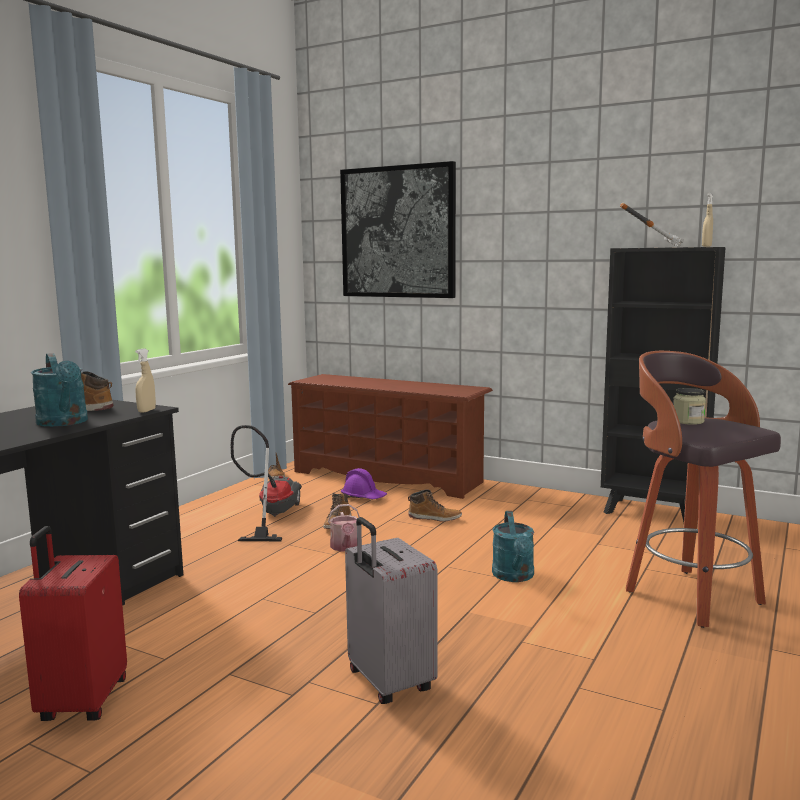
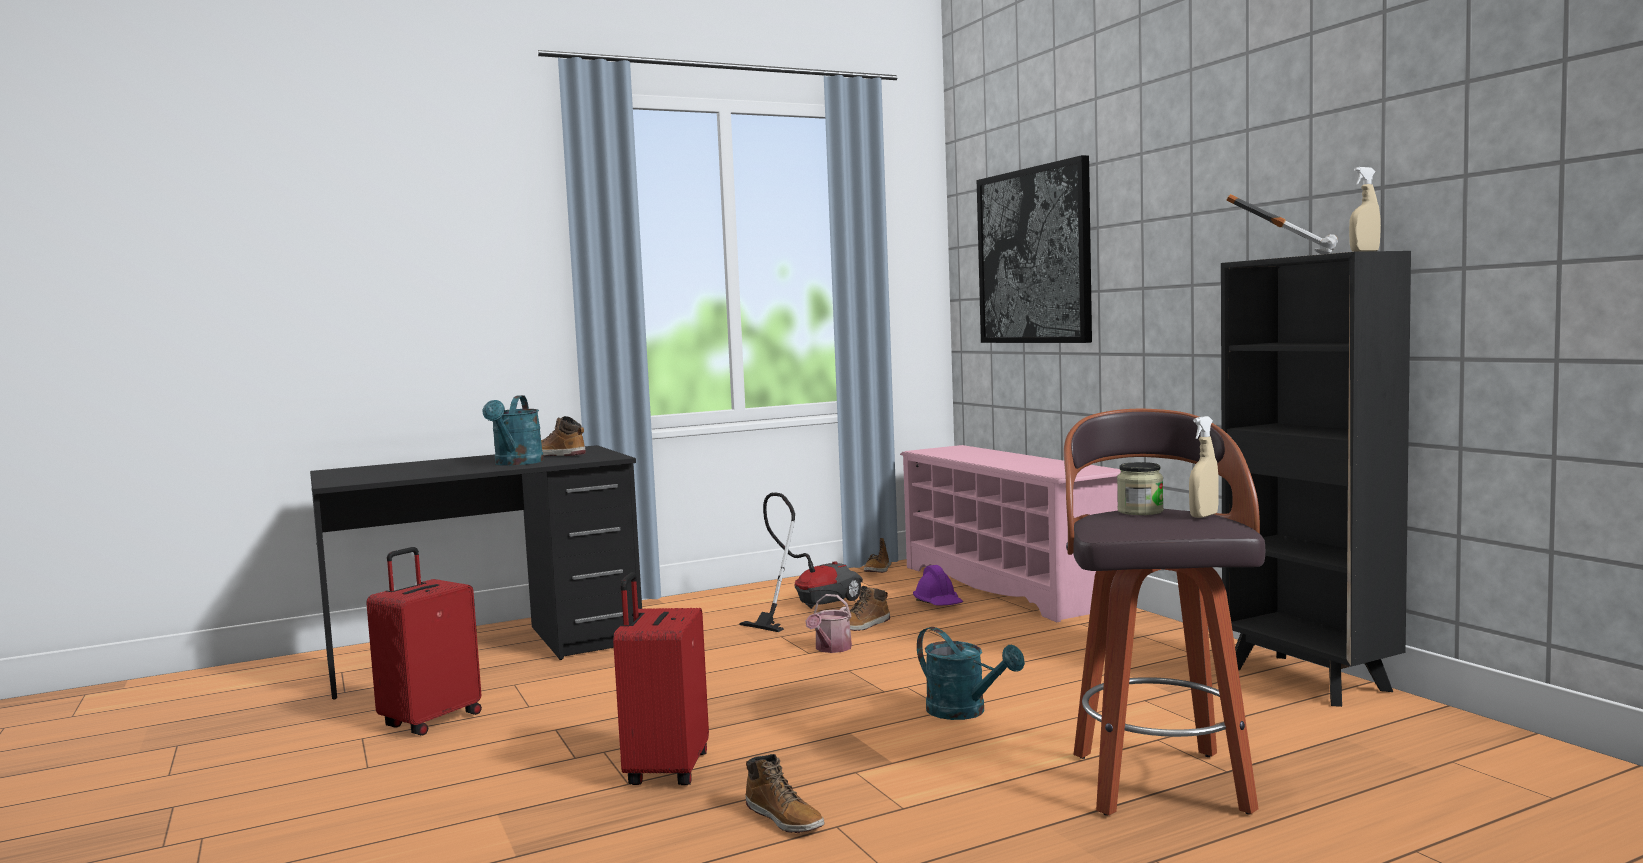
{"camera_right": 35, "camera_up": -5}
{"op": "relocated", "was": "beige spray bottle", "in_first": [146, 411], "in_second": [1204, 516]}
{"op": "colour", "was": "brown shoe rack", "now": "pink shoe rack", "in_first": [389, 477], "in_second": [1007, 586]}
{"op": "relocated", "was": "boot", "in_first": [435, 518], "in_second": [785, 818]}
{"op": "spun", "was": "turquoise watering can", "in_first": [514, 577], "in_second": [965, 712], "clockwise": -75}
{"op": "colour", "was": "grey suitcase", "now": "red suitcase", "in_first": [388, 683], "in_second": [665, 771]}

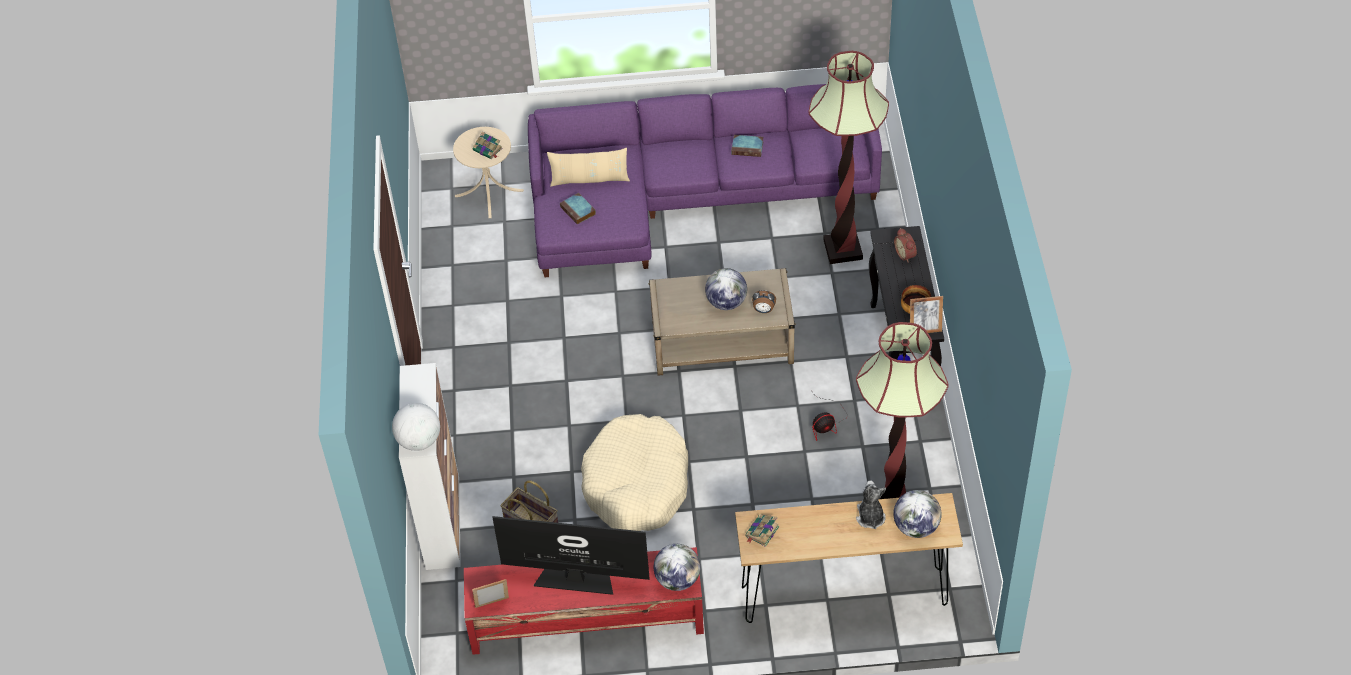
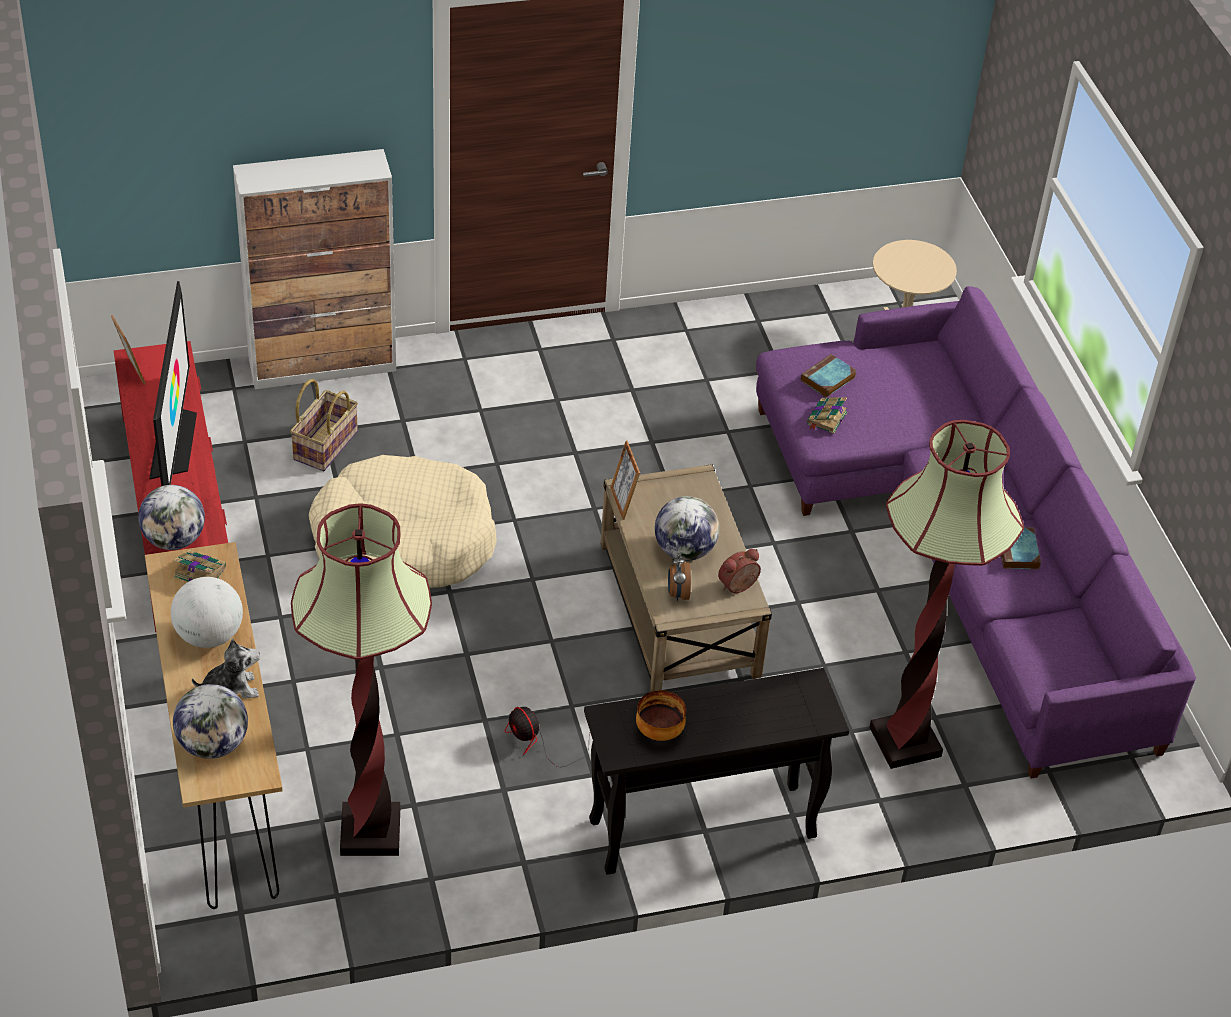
{"camera_right": 75, "camera_up": -5}
{"op": "relocated", "was": "book", "in_first": [488, 150], "in_second": [826, 419]}
{"op": "missing", "was": "beige pillow", "in_first": [589, 180]}
{"op": "relocated", "was": "alarm clock", "in_first": [906, 254], "in_second": [739, 587]}
{"op": "relocated", "was": "picture frame", "in_first": [924, 329], "in_second": [623, 502]}
{"op": "relocated", "was": "globe", "in_first": [419, 441], "in_second": [209, 635]}

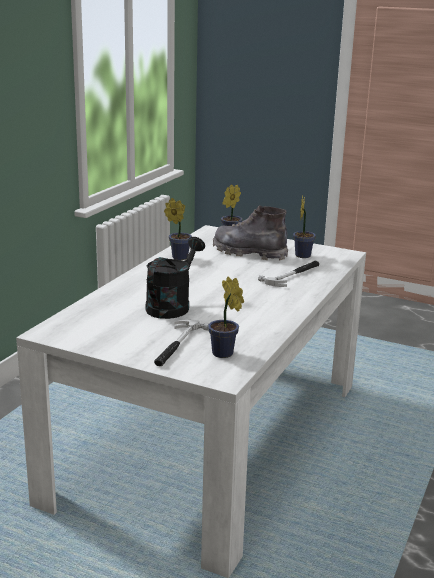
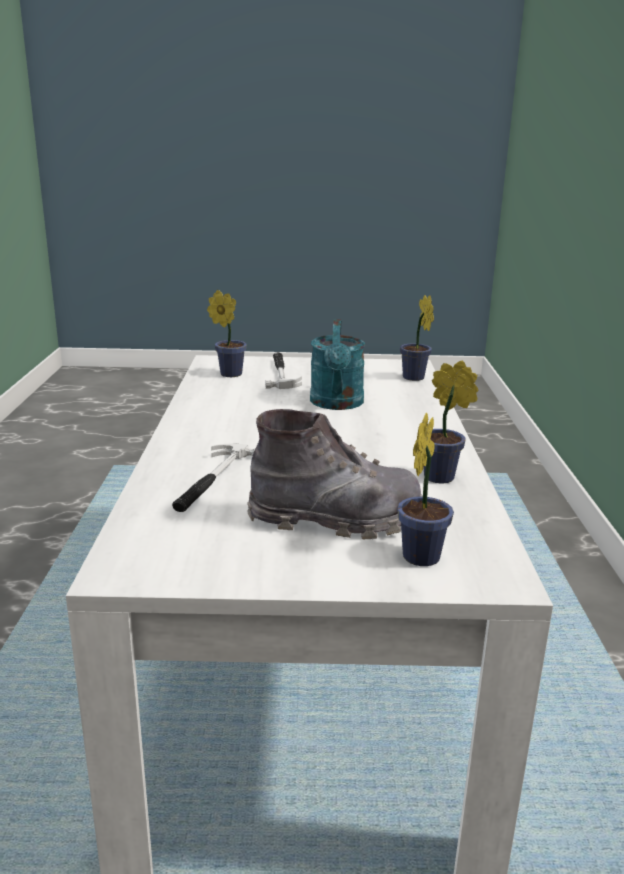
{"camera_right": 155, "camera_up": 0}
{"op": "relocated", "was": "potted plant", "in_first": [303, 255], "in_second": [414, 378]}
{"op": "colour", "was": "black watering can", "now": "turquoise watering can", "in_first": [172, 306], "in_second": [337, 404]}

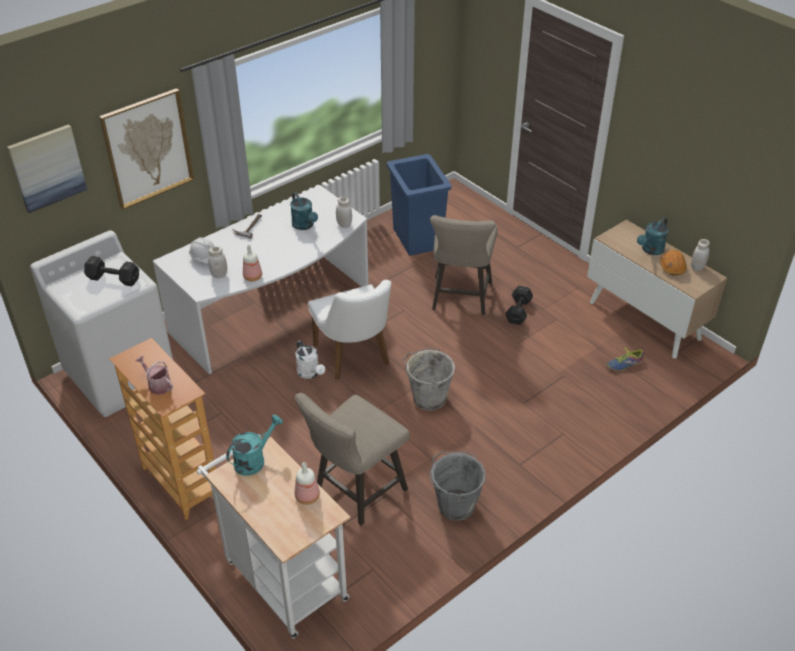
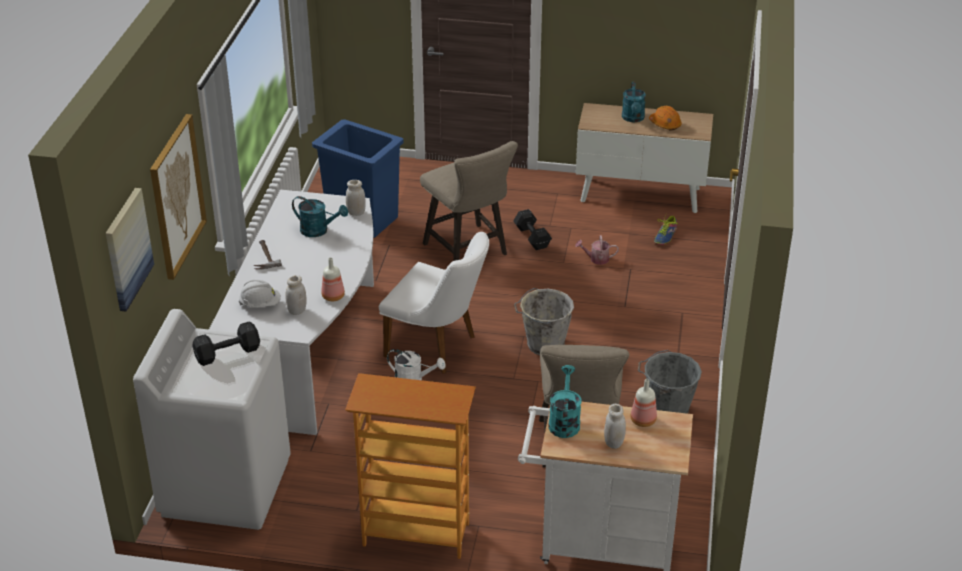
{"camera_right": -40, "camera_up": -5}
{"op": "relocated", "was": "white jar", "in_first": [697, 267], "in_second": [613, 443]}
{"op": "relocated", "was": "watering can", "in_first": [157, 385], "in_second": [596, 259]}

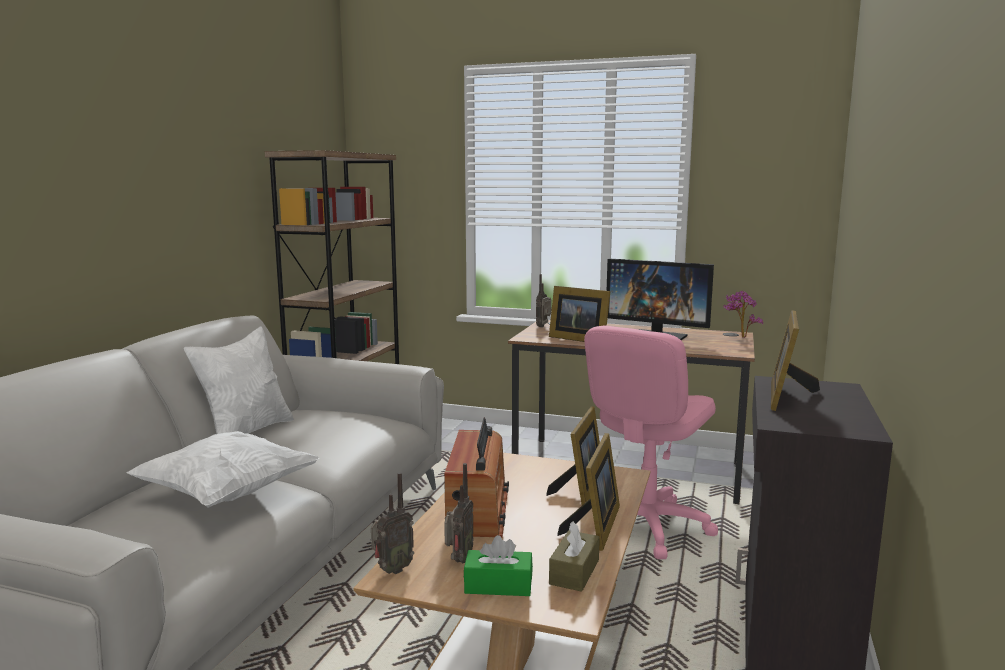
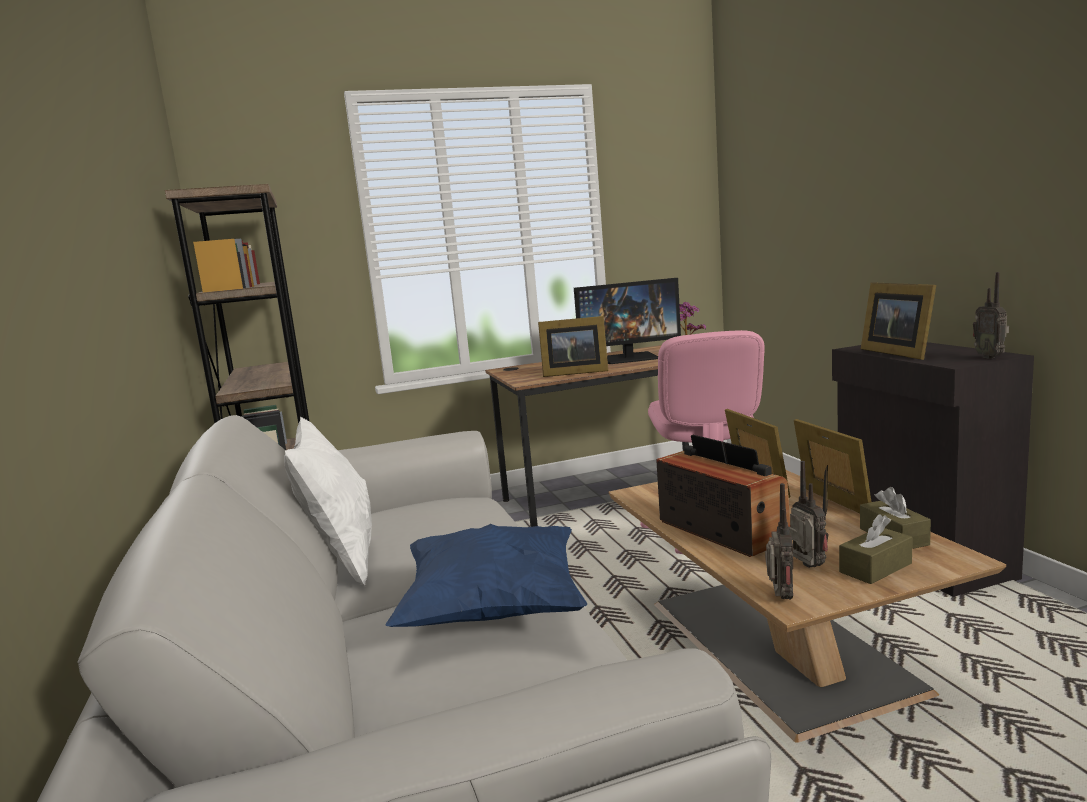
{"camera_right": -35, "camera_up": 0}
{"op": "relocated", "was": "radio", "in_first": [544, 326], "in_second": [990, 357]}
{"op": "colour", "was": "white pillow", "now": "blue pillow", "in_first": [227, 494], "in_second": [493, 610]}
{"op": "colour", "was": "green tissue box", "now": "brown tissue box", "in_first": [498, 585], "in_second": [875, 568]}

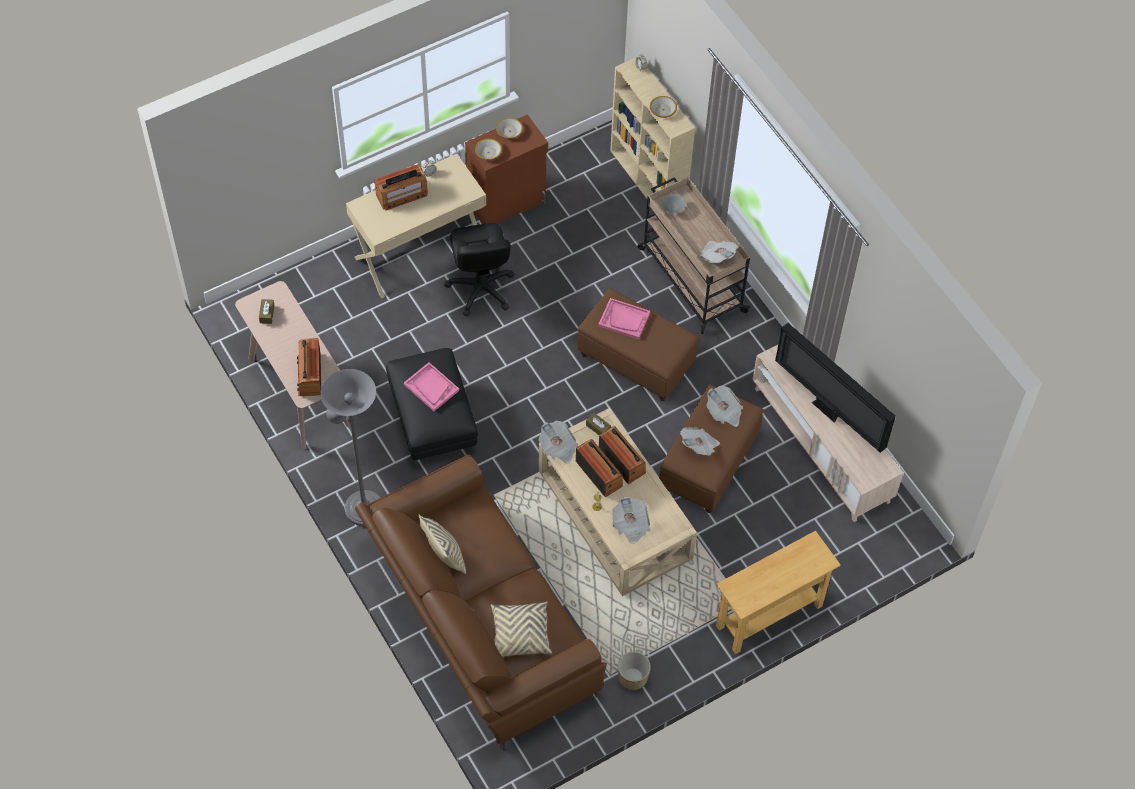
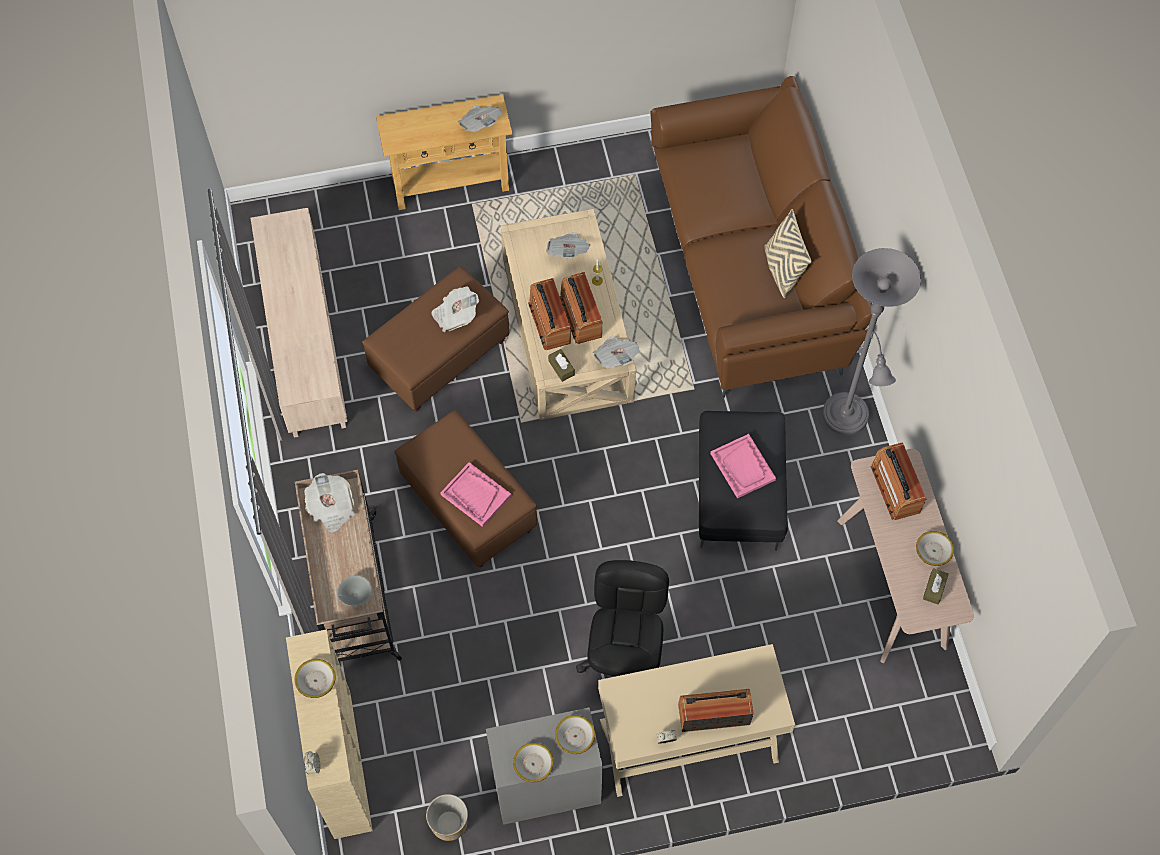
{"camera_right": -160, "camera_up": 5}
{"op": "colour", "was": "brown cabinet", "now": "grey cabinet", "in_first": [507, 202], "in_second": [545, 786]}
{"op": "missing", "was": "television", "in_first": [827, 411]}
{"op": "spun", "was": "radio", "in_first": [310, 374], "in_second": [895, 488], "clockwise": 150}
{"op": "relocated", "was": "newspaper", "in_first": [724, 412], "in_second": [480, 124]}
{"op": "missing", "was": "beige pillow", "in_first": [520, 634]}
{"op": "relocated", "was": "planter", "in_first": [632, 678], "in_second": [449, 822]}
{"op": "appeared", "now": "bowl", "in_second": [933, 551]}

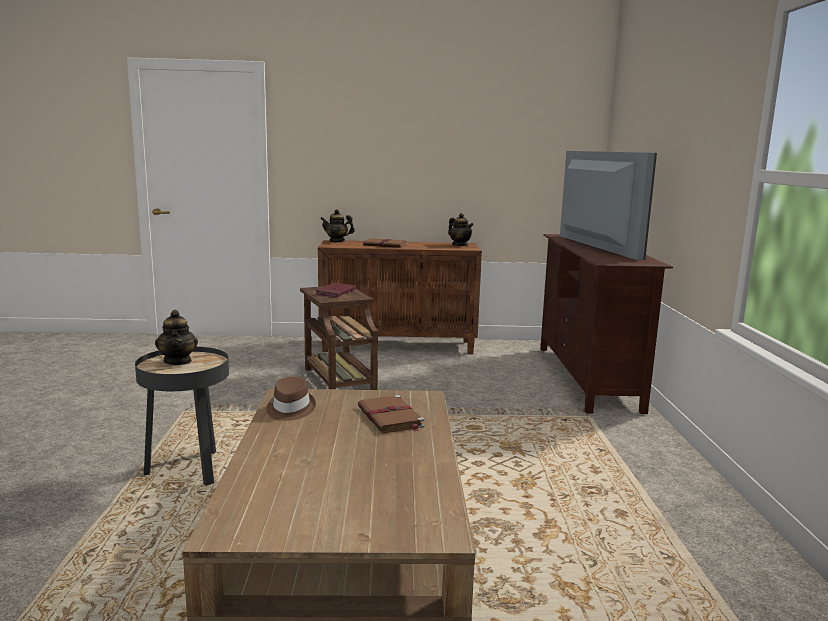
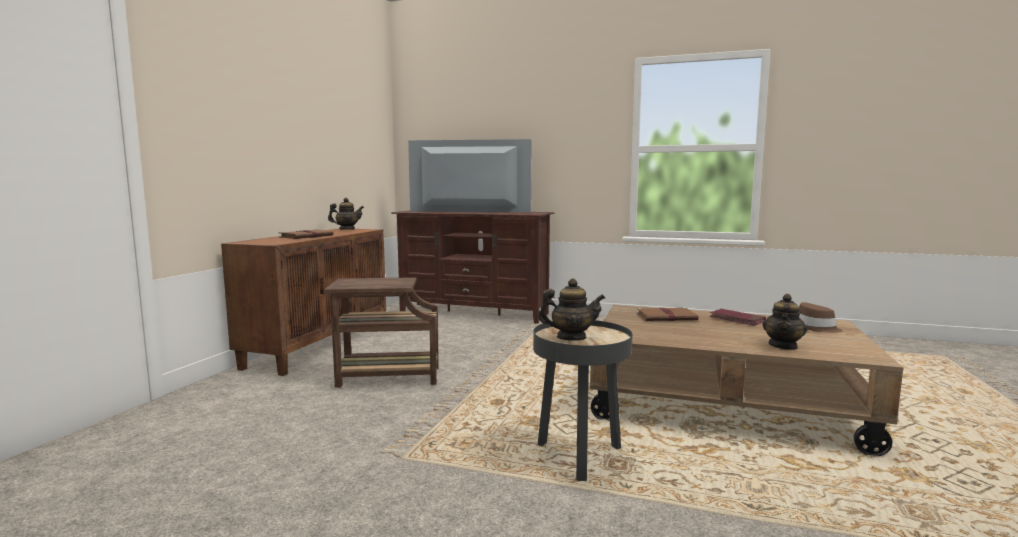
{"camera_right": -70, "camera_up": -5}
{"op": "relocated", "was": "teapot", "in_first": [337, 241], "in_second": [783, 346]}
{"op": "relocated", "was": "red book", "in_first": [335, 292], "in_second": [737, 319]}
{"op": "relocated", "was": "brown hat", "in_first": [290, 409], "in_second": [815, 327]}

